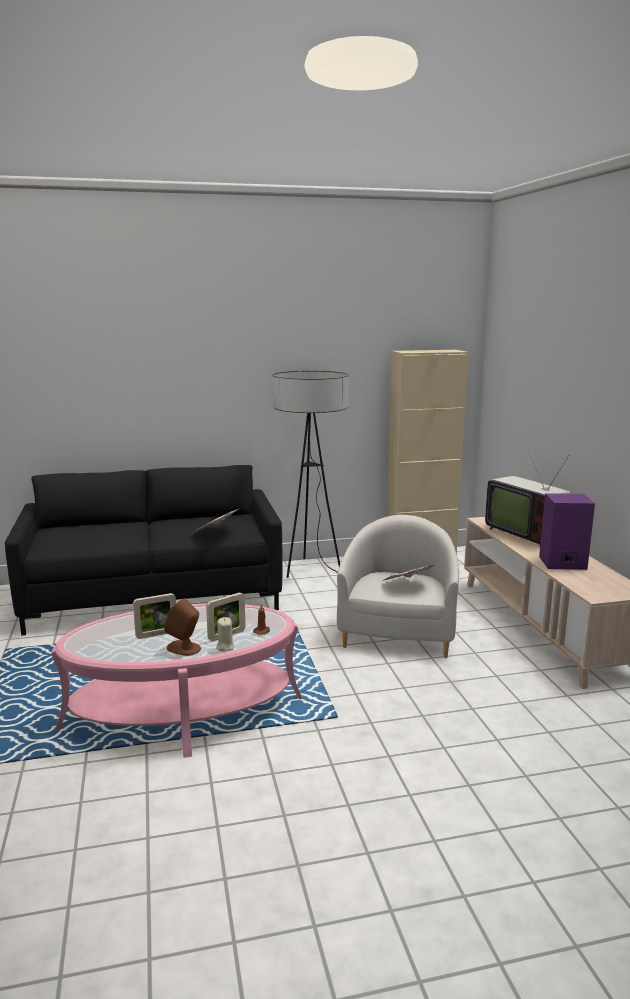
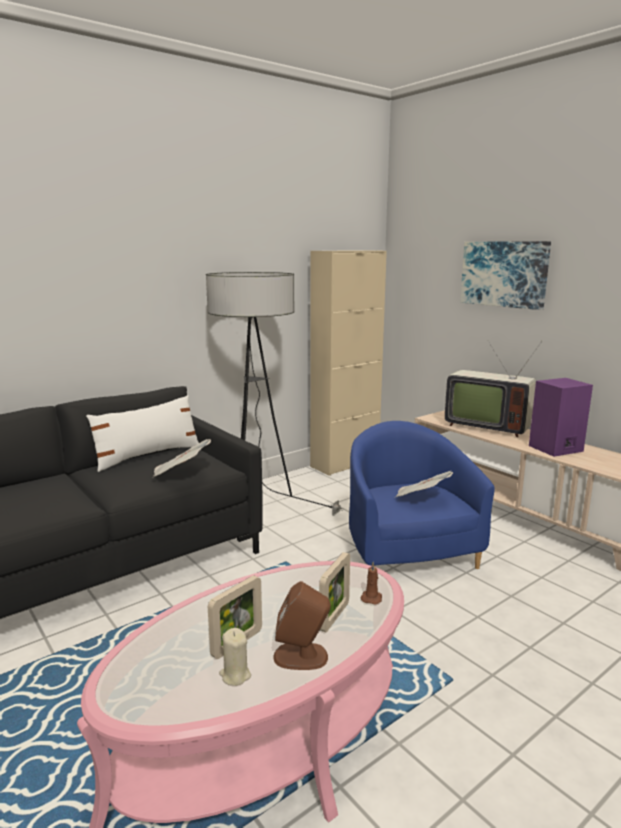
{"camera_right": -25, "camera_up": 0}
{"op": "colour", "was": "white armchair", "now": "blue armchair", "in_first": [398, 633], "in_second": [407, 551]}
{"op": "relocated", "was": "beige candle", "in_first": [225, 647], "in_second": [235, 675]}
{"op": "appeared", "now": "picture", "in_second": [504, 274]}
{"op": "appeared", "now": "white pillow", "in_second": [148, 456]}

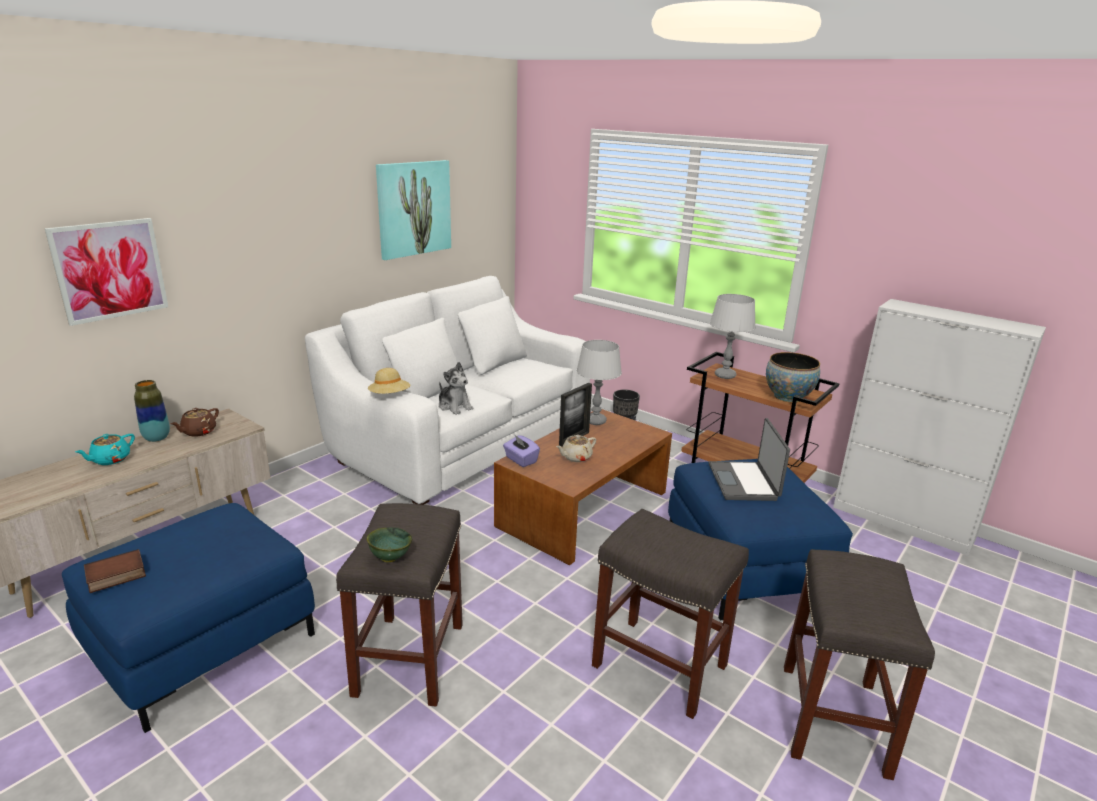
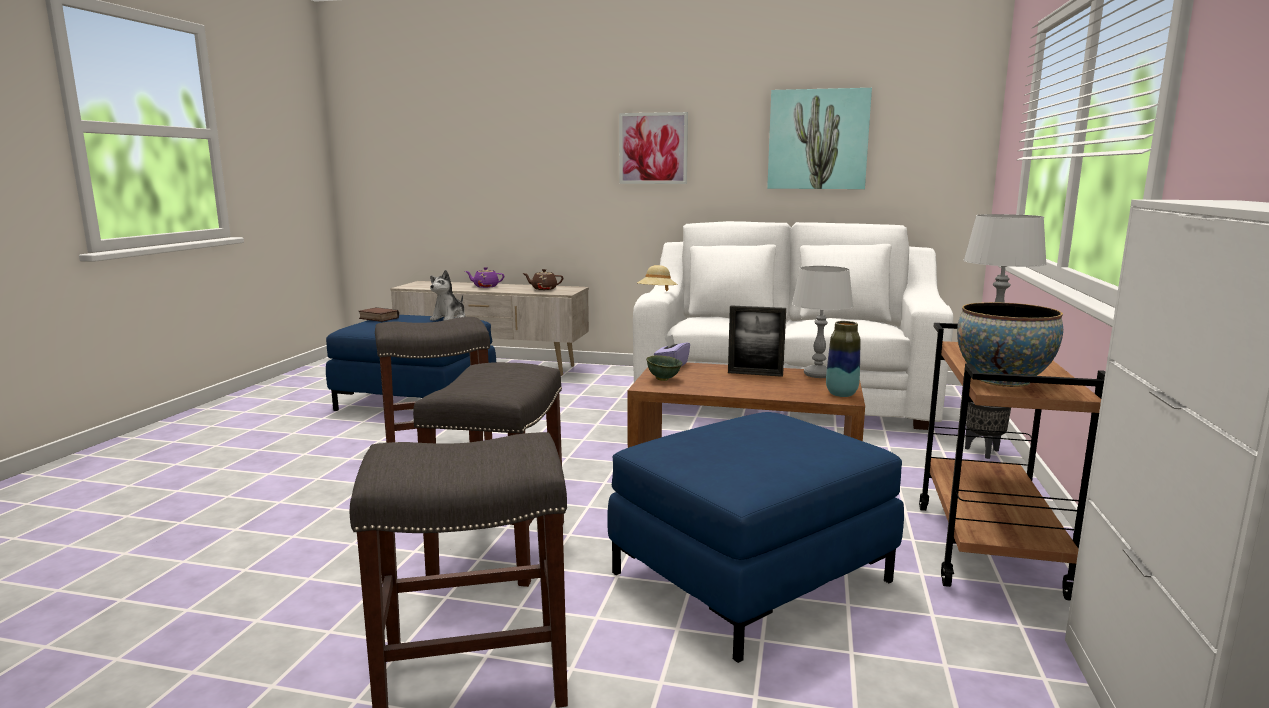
{"camera_right": 65, "camera_up": -10}
{"op": "relocated", "was": "picture", "in_first": [109, 270], "in_second": [653, 148]}
{"op": "relocated", "was": "plush toy", "in_first": [454, 406], "in_second": [449, 318]}
{"op": "relocated", "was": "vase", "in_first": [156, 438], "in_second": [841, 394]}
{"op": "missing", "was": "laptop", "in_first": [744, 482]}
{"op": "colour", "was": "turquoise teapot", "now": "purple teapot", "in_first": [110, 460], "in_second": [485, 286]}
{"op": "missing", "was": "beige teapot", "in_first": [576, 457]}
{"op": "relocated", "was": "green bowl", "in_first": [389, 557], "in_second": [663, 379]}

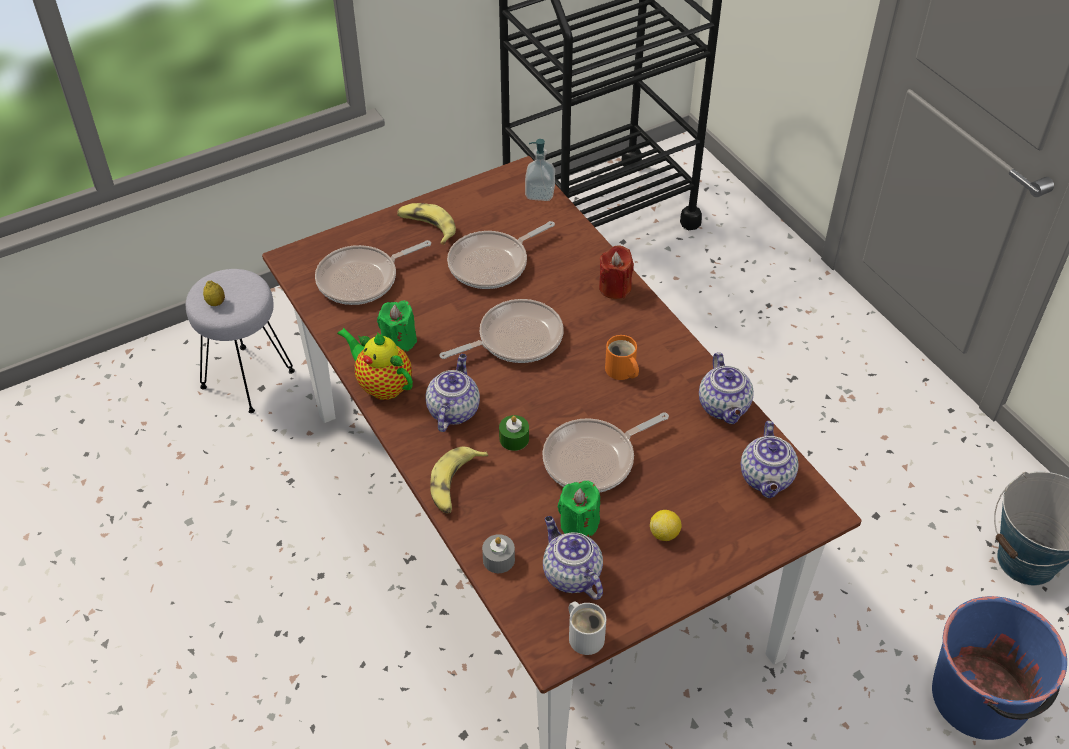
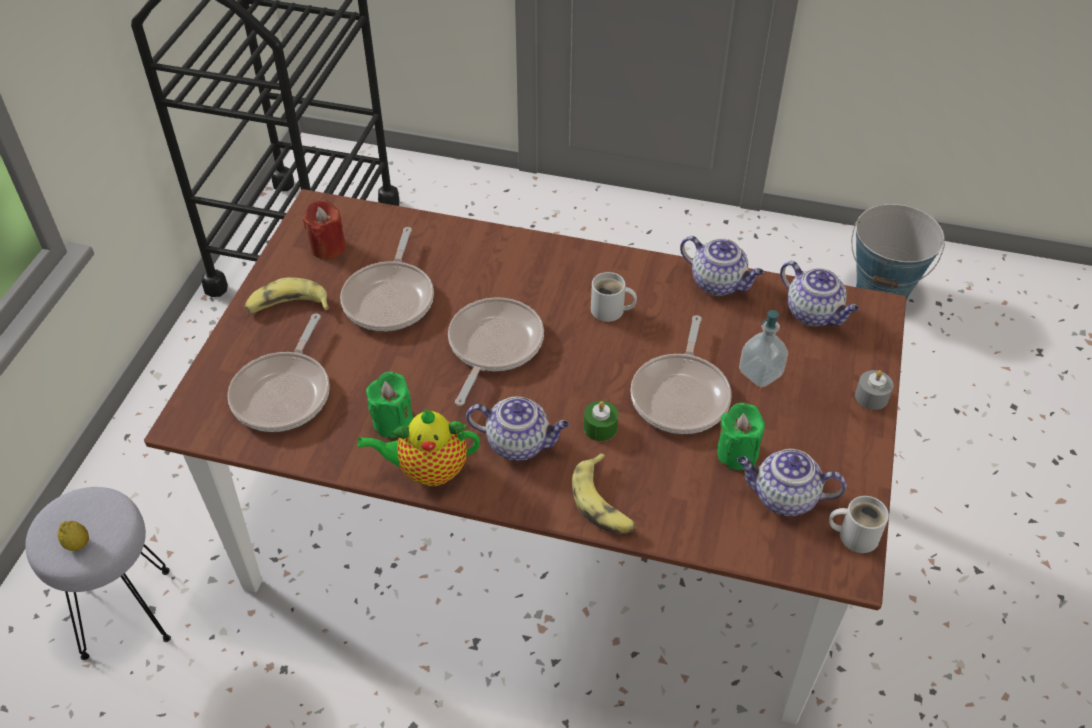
{"camera_right": -45, "camera_up": 0}
{"op": "relocated", "was": "soap dispenser", "in_first": [540, 193], "in_second": [760, 373]}
{"op": "relocated", "was": "red candle", "in_first": [615, 288], "in_second": [328, 247]}
{"op": "colour", "was": "orange mug", "now": "white mug", "in_first": [621, 371], "in_second": [610, 311]}
{"op": "spun", "was": "teapot", "in_first": [453, 410], "in_second": [519, 443], "clockwise": 135}
{"op": "missing", "was": "lemon", "in_first": [664, 534]}
{"op": "relocated", "was": "grey candle", "in_first": [498, 559], "in_second": [871, 397]}
{"op": "missing", "was": "blue bucket", "in_first": [980, 698]}

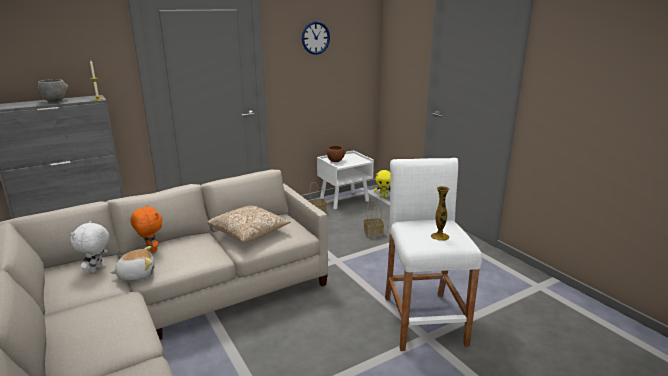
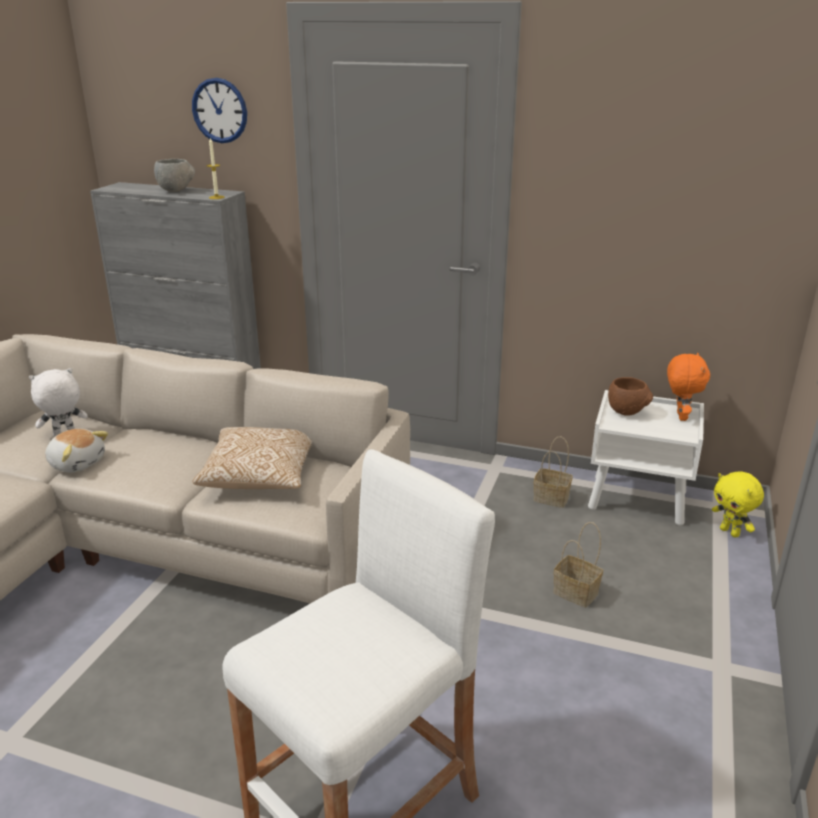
{"camera_right": 50, "camera_up": 5}
{"op": "relocated", "was": "wall clock", "in_first": [315, 38], "in_second": [219, 110]}
{"op": "missing", "was": "vase", "in_first": [440, 236]}
{"op": "relocated", "was": "orange plush toy", "in_first": [150, 250], "in_second": [680, 416]}

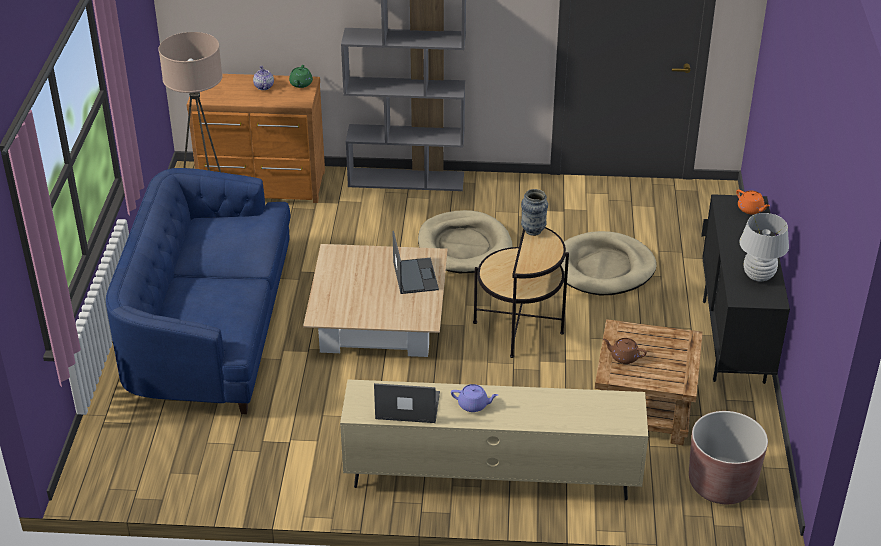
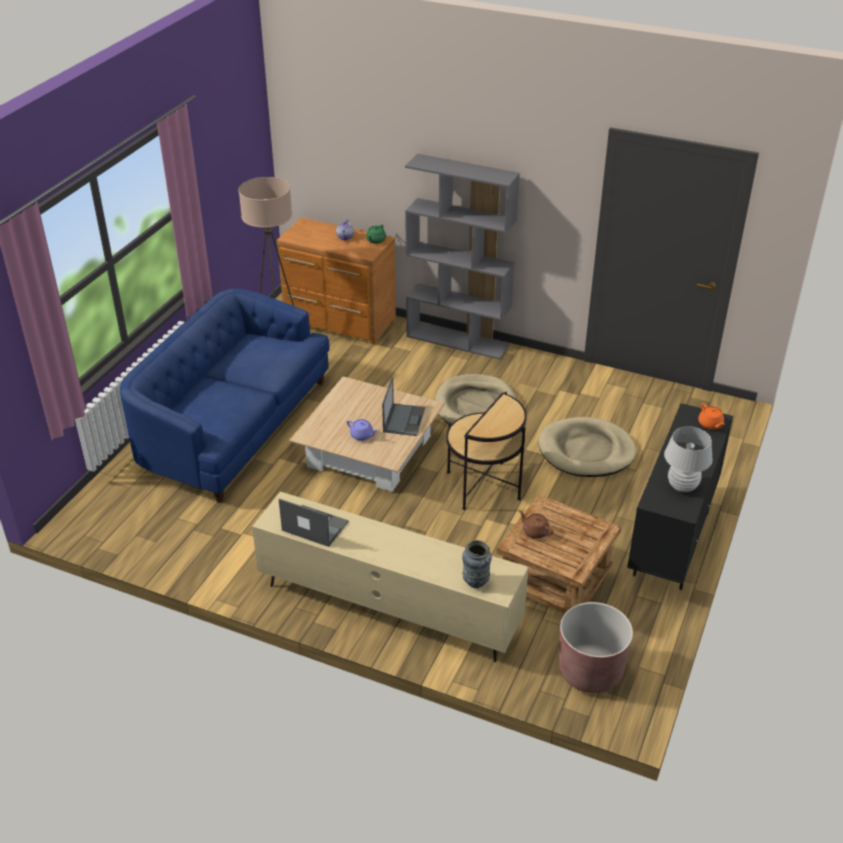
{"camera_right": 20, "camera_up": 0}
{"op": "relocated", "was": "vase", "in_first": [533, 231], "in_second": [475, 582]}
{"op": "relocated", "was": "purple teapot", "in_first": [473, 405], "in_second": [362, 436]}

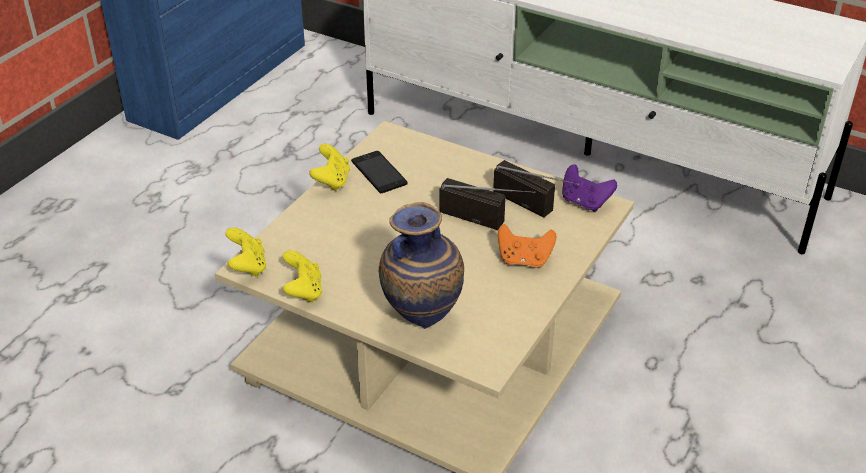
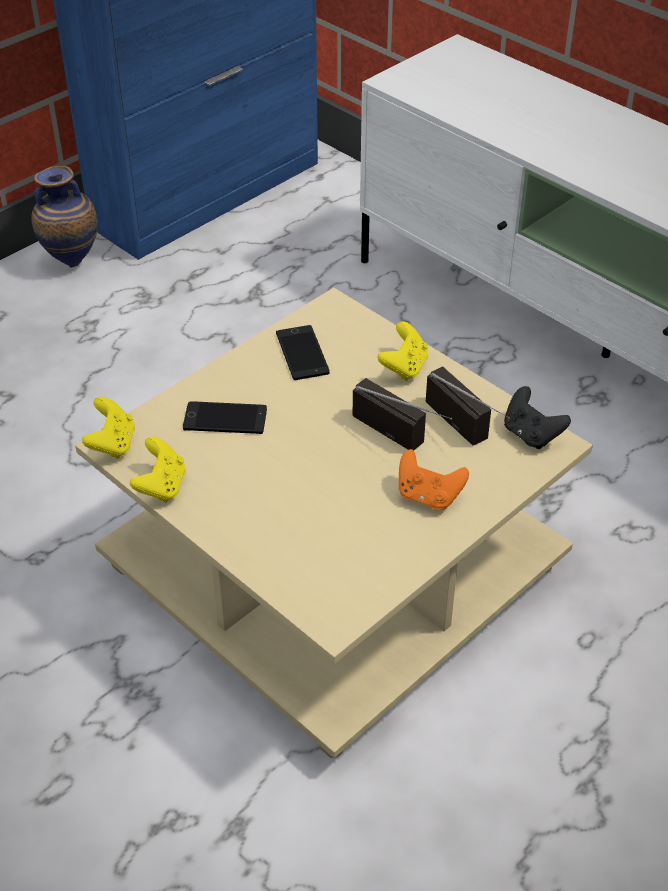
{"camera_right": 15, "camera_up": 5}
{"op": "relocated", "was": "yellow game controller", "in_first": [332, 181], "in_second": [404, 367]}
{"op": "colour", "was": "purple game controller", "now": "black game controller", "in_first": [584, 202], "in_second": [531, 434]}
{"op": "relocated", "was": "vase", "in_first": [421, 320], "in_second": [72, 261]}
{"op": "appeared", "now": "phone", "in_second": [225, 419]}

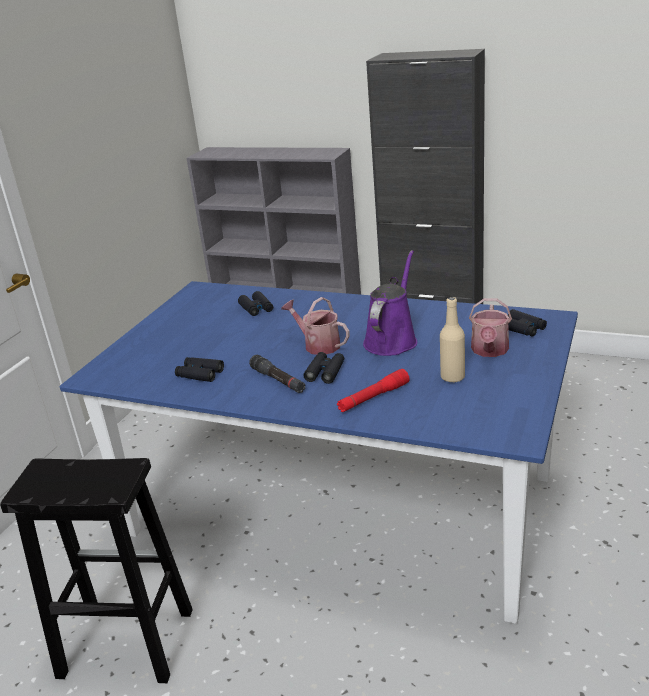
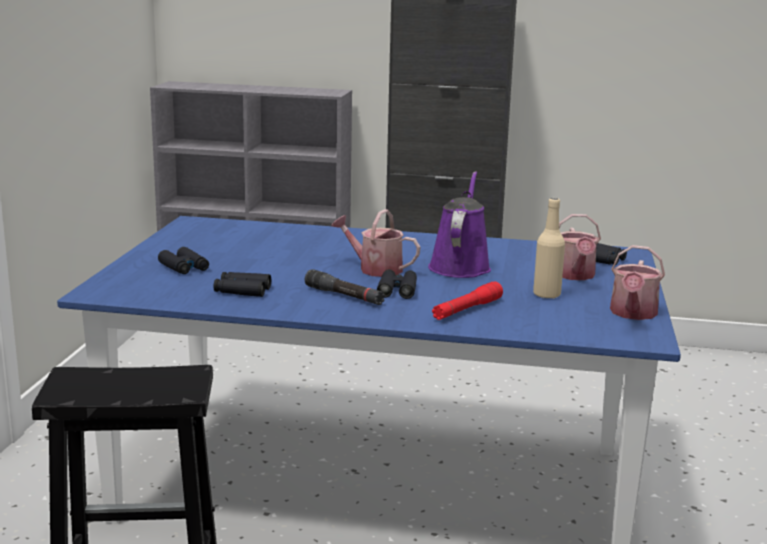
{"camera_right": -15, "camera_up": -10}
{"op": "relocated", "was": "black binoculars", "in_first": [256, 308], "in_second": [184, 267]}
{"op": "appeared", "now": "watering can", "in_second": [632, 314]}

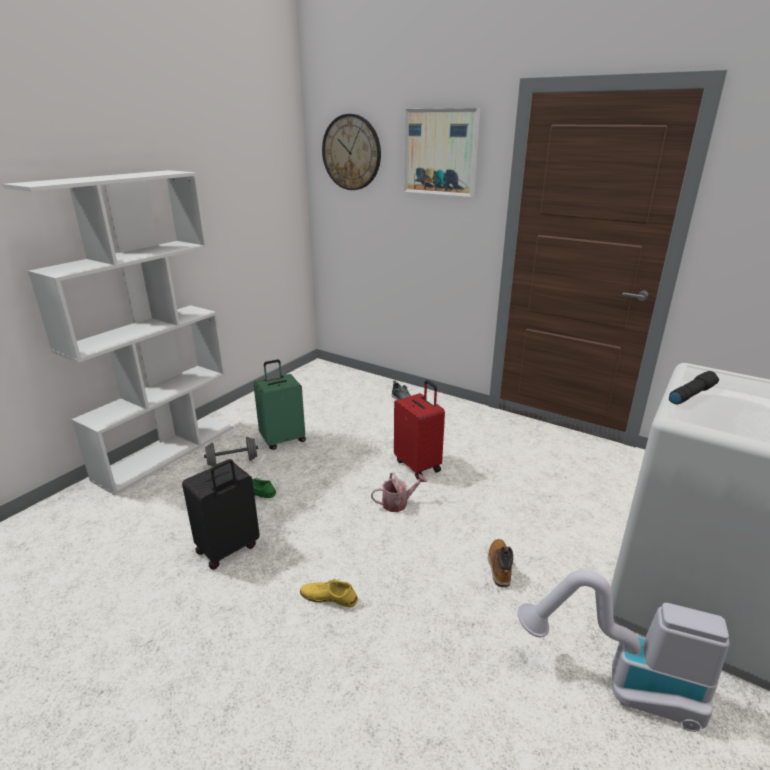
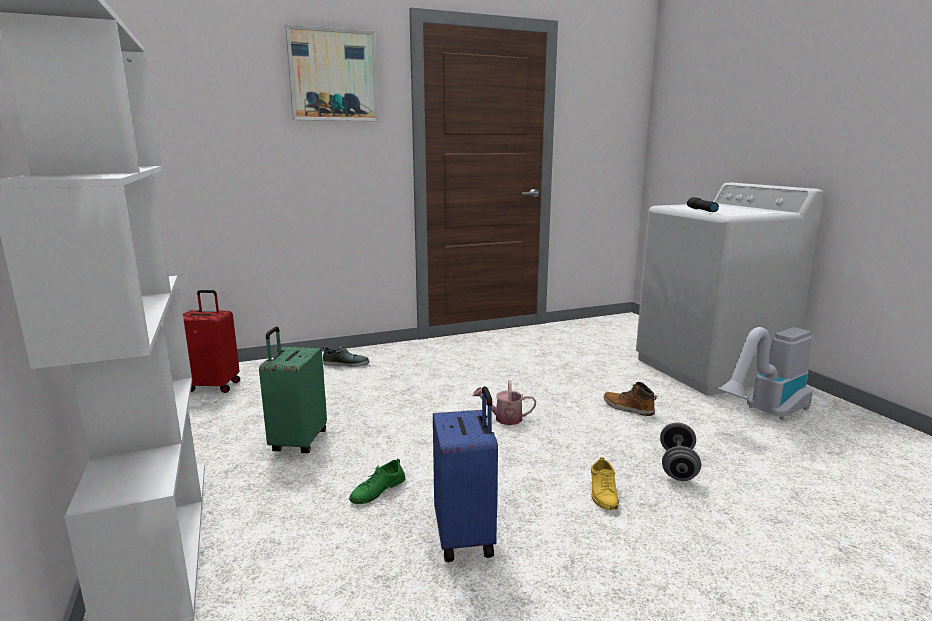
{"camera_right": -55, "camera_up": -10}
{"op": "missing", "was": "wall clock", "in_first": [351, 152]}
{"op": "relocated", "was": "red suitcase", "in_first": [418, 465], "in_second": [213, 386]}
{"op": "relocated", "was": "grey dumbbell", "in_first": [232, 461], "in_second": [677, 465]}
{"op": "colour", "was": "black suitcase", "now": "blue suitcase", "in_first": [228, 549], "in_second": [466, 536]}
{"op": "spun", "was": "watering can", "in_first": [398, 503], "in_second": [504, 418], "clockwise": -105}
{"op": "spun", "was": "yellow shoe", "in_first": [329, 597], "in_second": [603, 493], "clockwise": -45}

